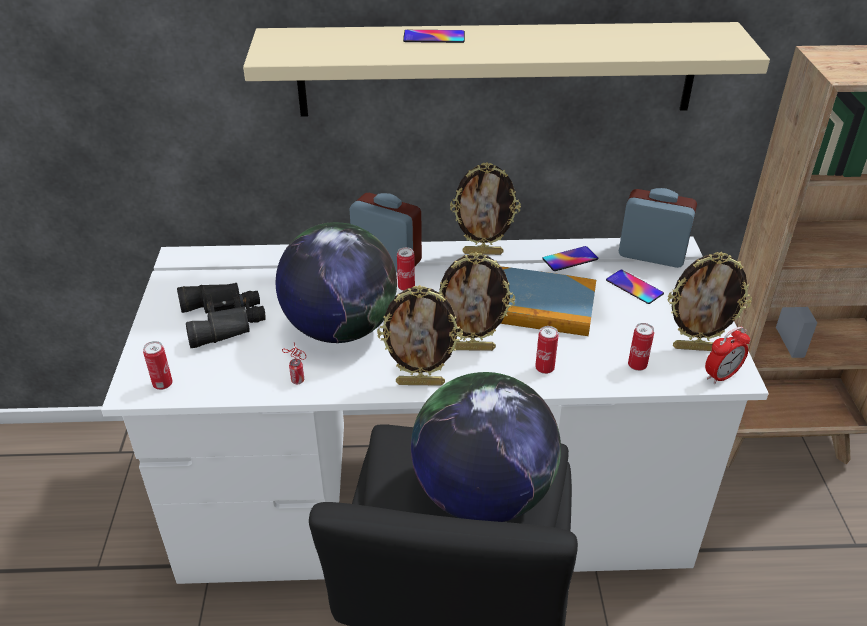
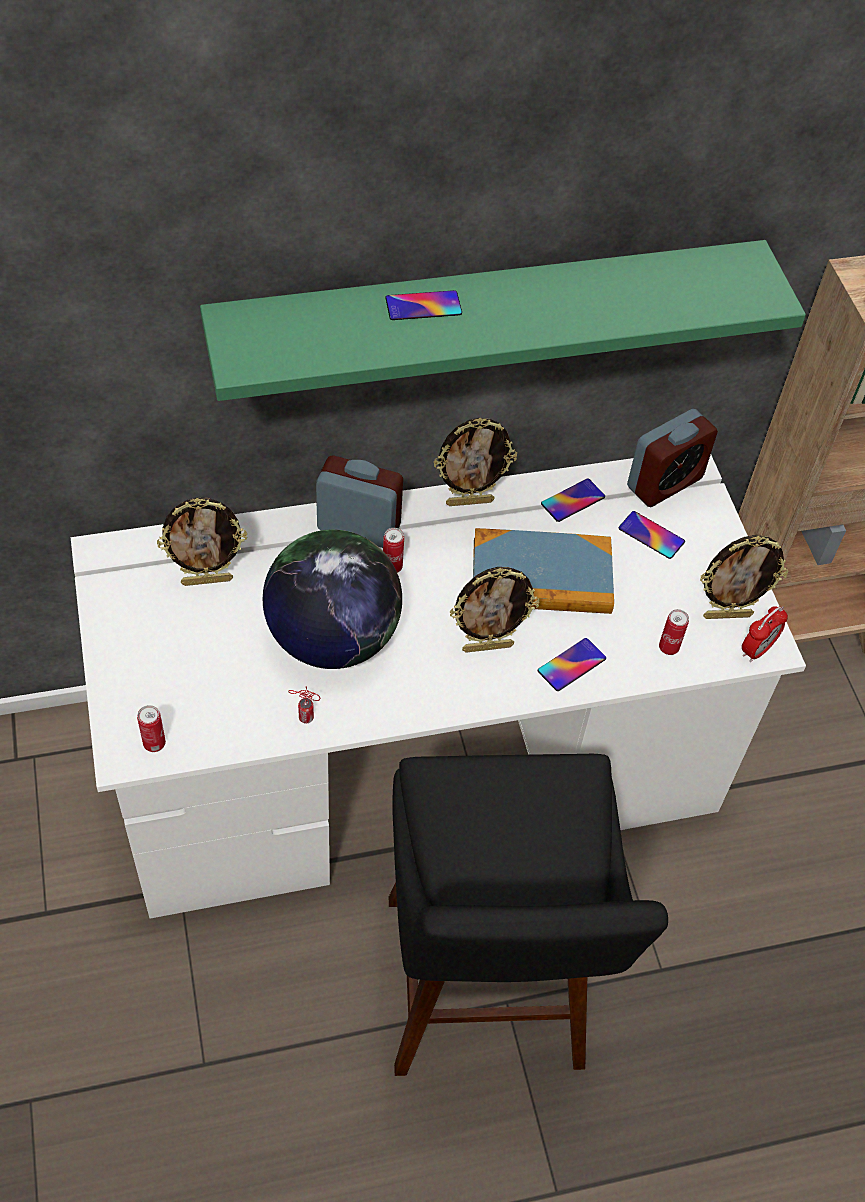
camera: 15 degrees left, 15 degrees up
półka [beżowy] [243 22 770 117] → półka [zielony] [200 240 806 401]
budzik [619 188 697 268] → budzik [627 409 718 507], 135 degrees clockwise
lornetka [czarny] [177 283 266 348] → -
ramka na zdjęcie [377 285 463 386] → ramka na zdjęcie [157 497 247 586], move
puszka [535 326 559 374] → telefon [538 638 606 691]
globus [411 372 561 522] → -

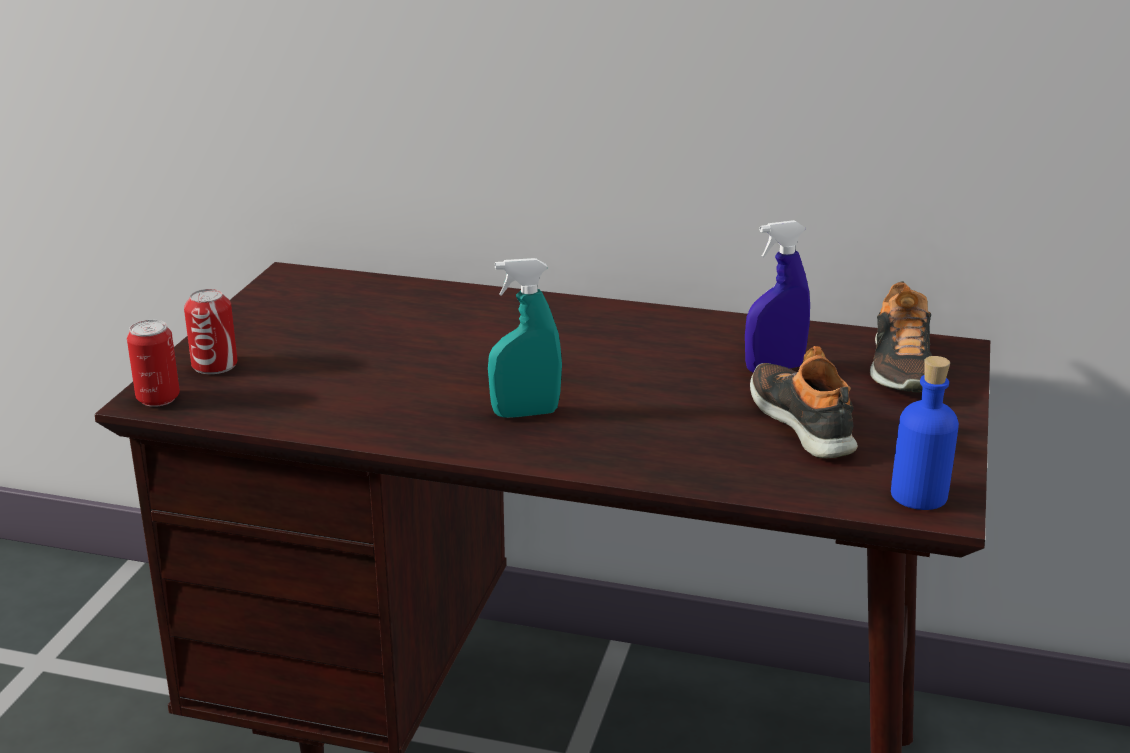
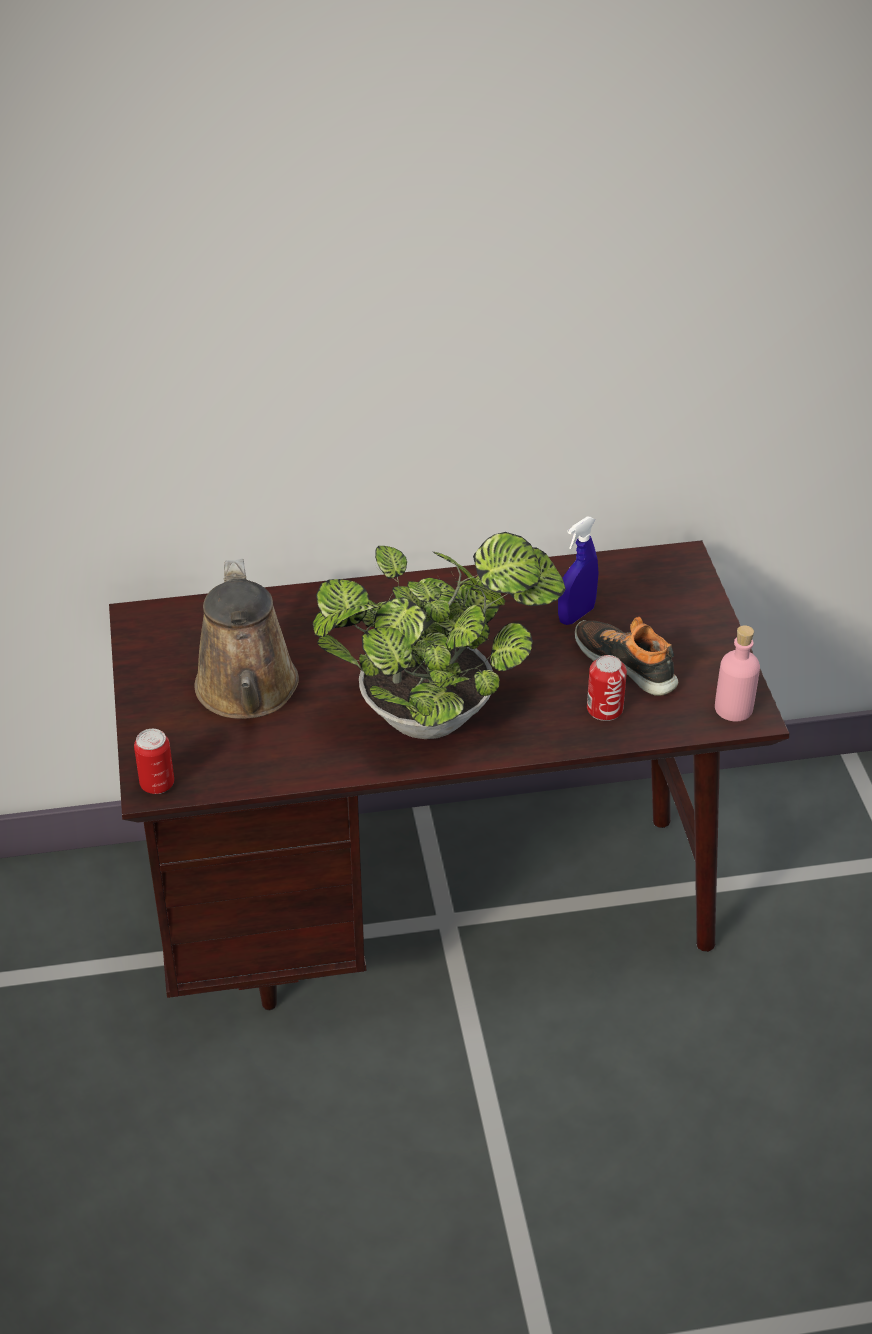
camera: 25 degrees left, 15 degrees up
spryskiwacz [turkusowy] [488 258 562 418] → roślina doniczkowa [312 532 566 739]
but [870 281 932 393] → -
puszka [184 289 237 374] → puszka [587 655 627 721], move
butelka [niebieski] [891 356 959 510] → butelka [różowy] [715 625 760 721]
- → konewka [brązowy] [195 559 299 719]

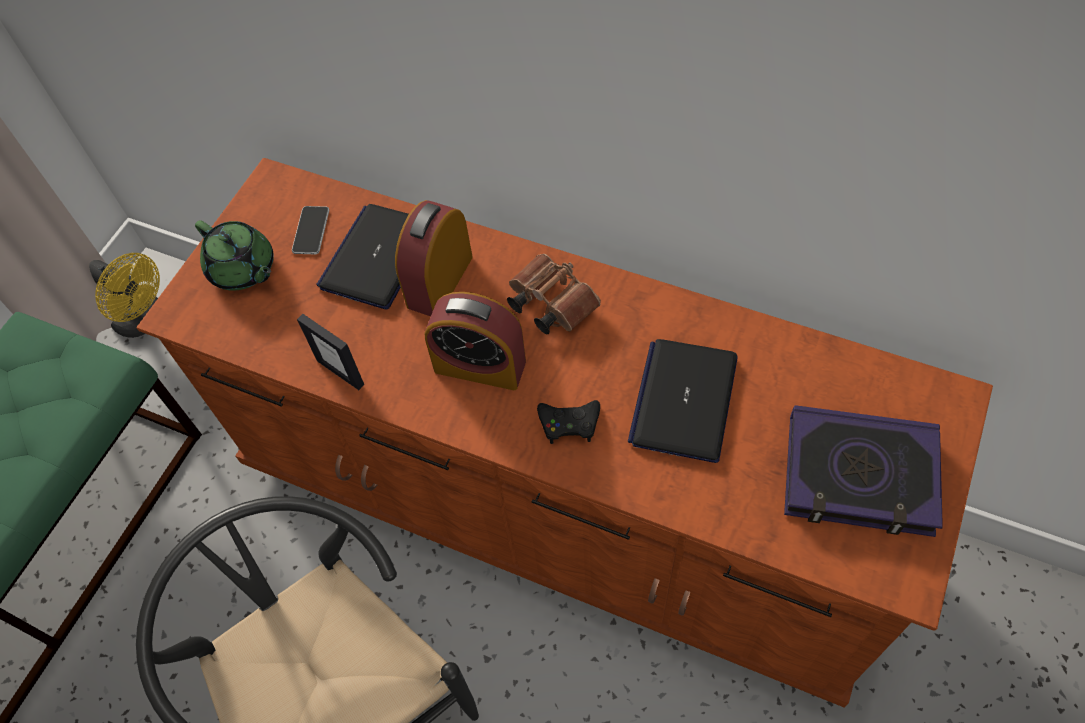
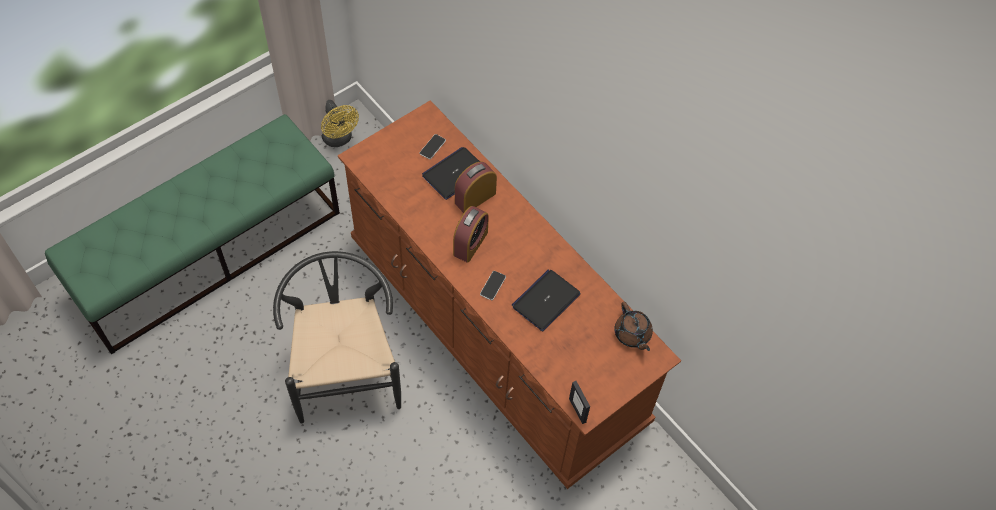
camera: 20 degrees right, 0 degrees up
imbryk [zielony] [195 220 274 291] → -
lornetka [brązowy] [507 254 601 334] → -
budzik [425 292 526 390] → budzik [453 206 489 263], 105 degrees counterclockwise
ramka na zdjęcie [297 314 364 390] → ramka na zdjęcie [569 381 590 424], move
pad do gier [czarny] [537 400 600 444] → telefon [480 271 506 300]
książka [784 405 943 537] → -
- → imbryk [brązowy] [614 302 653 351]

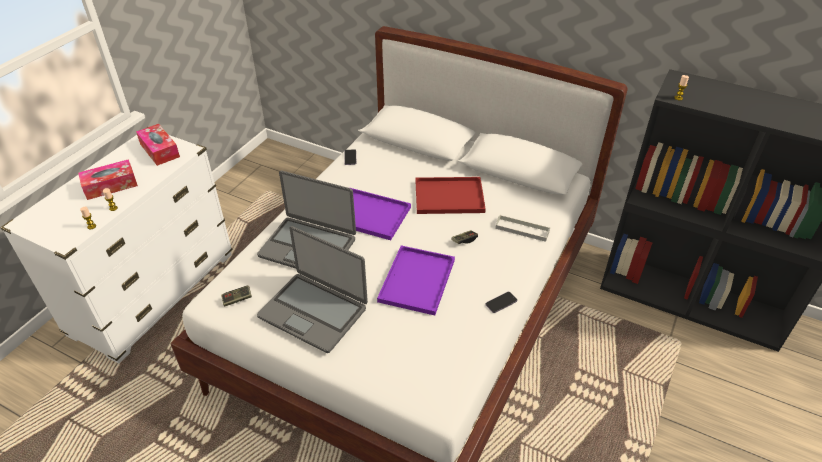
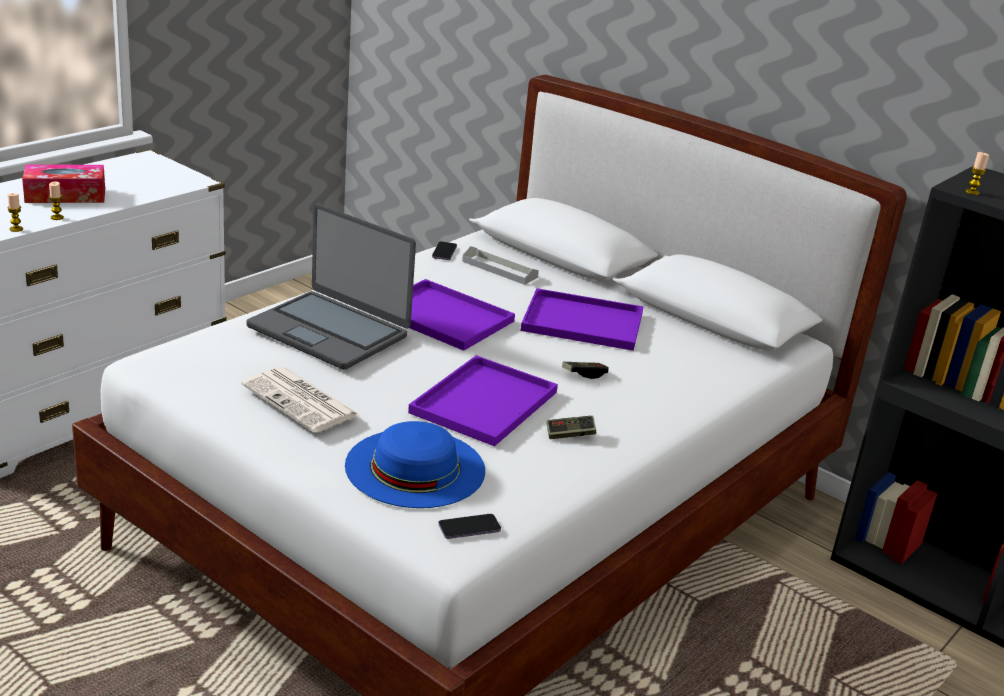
camera: 10 degrees right, 15 degrees down
pudełko chusteczek [136 124 180 166] → -
taca [czerwony] [416 177 486 214] → taca [fioletowy] [521 288 644 351]
taca [szary] [495 215 550 242] → taca [szary] [462 246 539 285], move
laptop [257 226 368 353] → gazeta [241 367 360 433]
pad do gier [221 286 252 306] → pad do gier [547 416 596 439], move
telefon [486 292 517 313] → telefon [438 514 501 539], move
- → kapelusz [niebieski] [345 421 485 508]

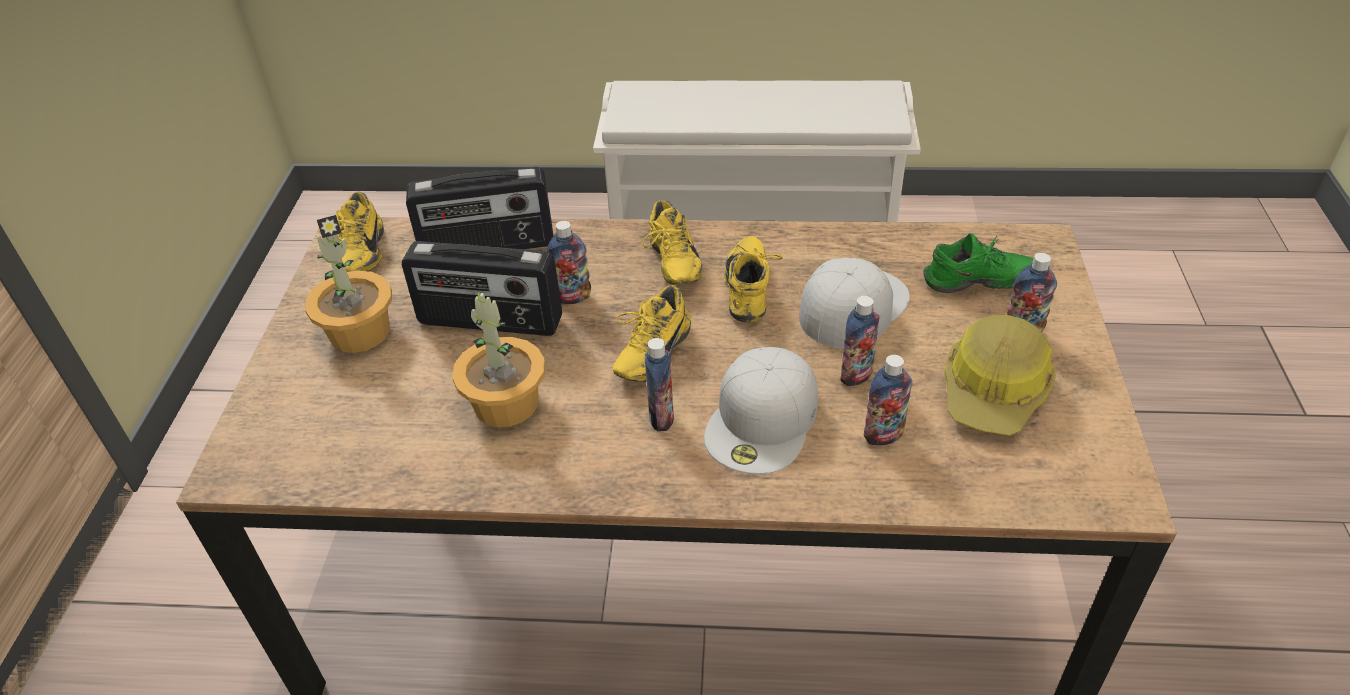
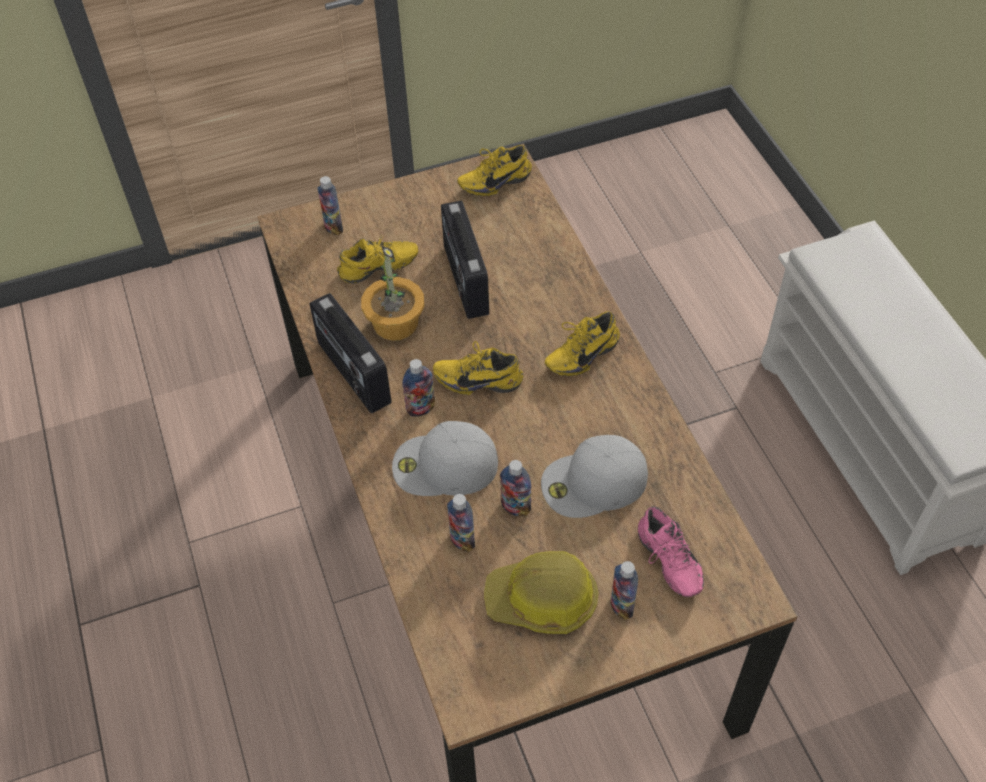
camera: 65 degrees right, 10 degrees up
radio [406 167 553 249] → radio [310 293 392 413], move
roślina doniczkowa [305 215 392 353] → -
butelka [547 221 591 304] → butelka [317 176 343 235], move
but [zielony] [924 233 1033 293] → but [różowy] [638 506 704 597]
but [żółty] [724 236 783 322] → but [żółty] [337 234 418 284], move
czapka z daszkiem [biały] [799 257 910 348] → czapka z daszkiem [biały] [541 435 648 518], 150 degrees clockwise

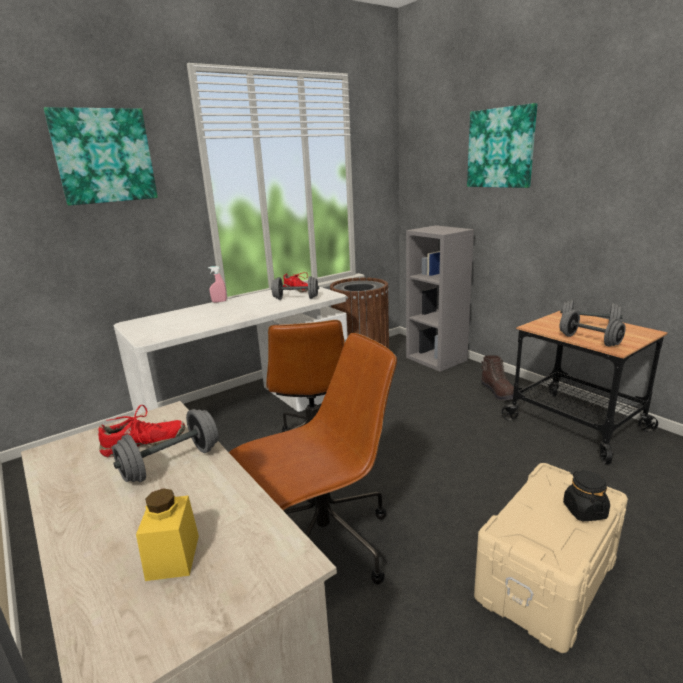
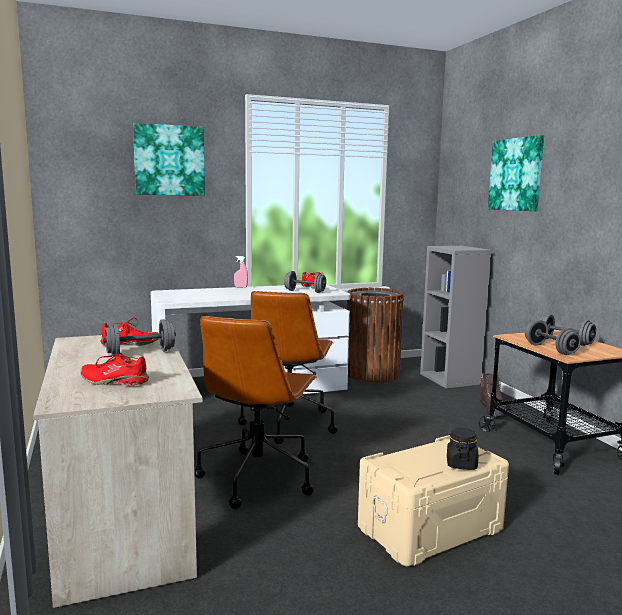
camera: 15 degrees right, 10 degrees down
krzesło biurowe [brązowy] [229 333 397 584] → krzesło biurowe [brązowy] [194 316 317 509], 120 degrees clockwise
słoik [żółty] [136 488 199 581] → but [czerwony] [80 353 149 385]

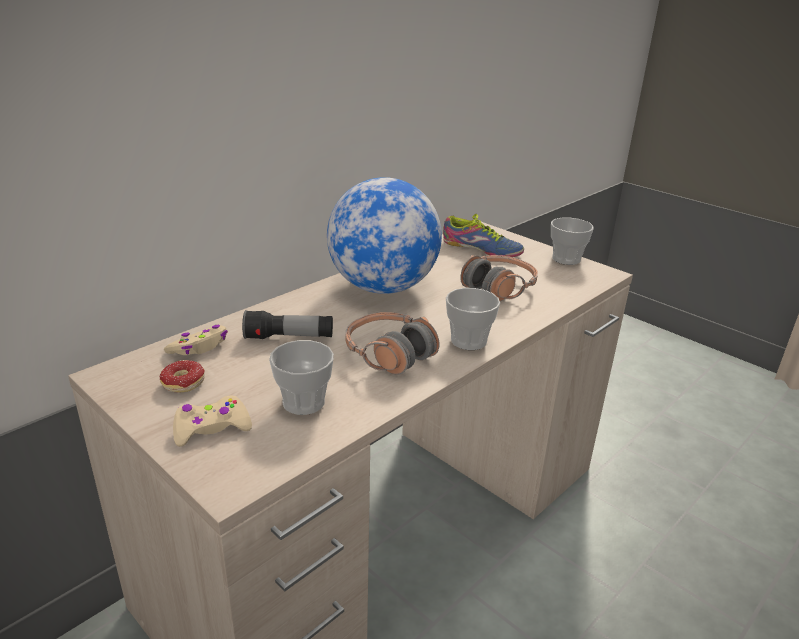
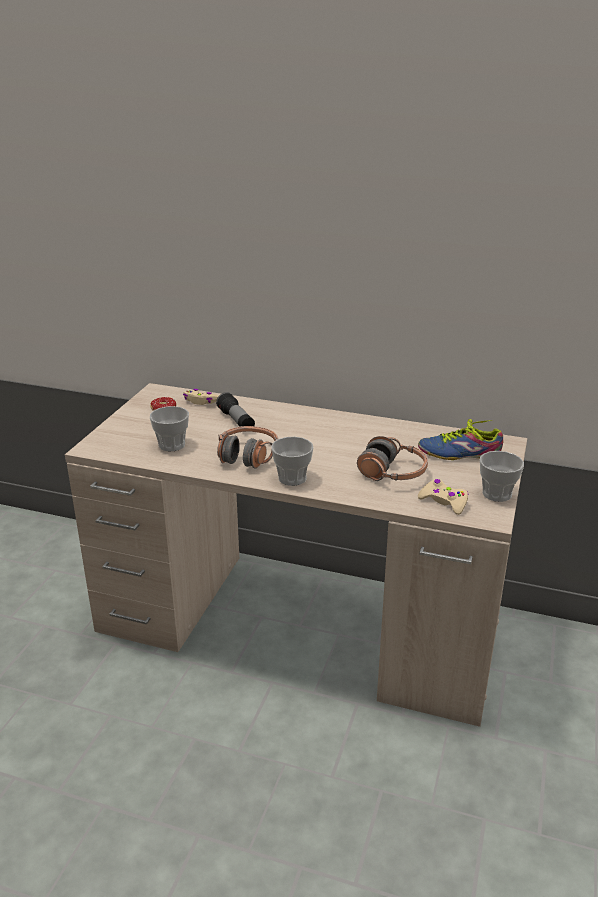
camera: 65 degrees right, 0 degrees up
globus [327 177 442 294] → -
but [443 214 524 257] → but [418 419 503 460], 90 degrees clockwise
pad do gier [beżowy] [173 396 252 447] → pad do gier [beżowy] [418 479 469 515], move

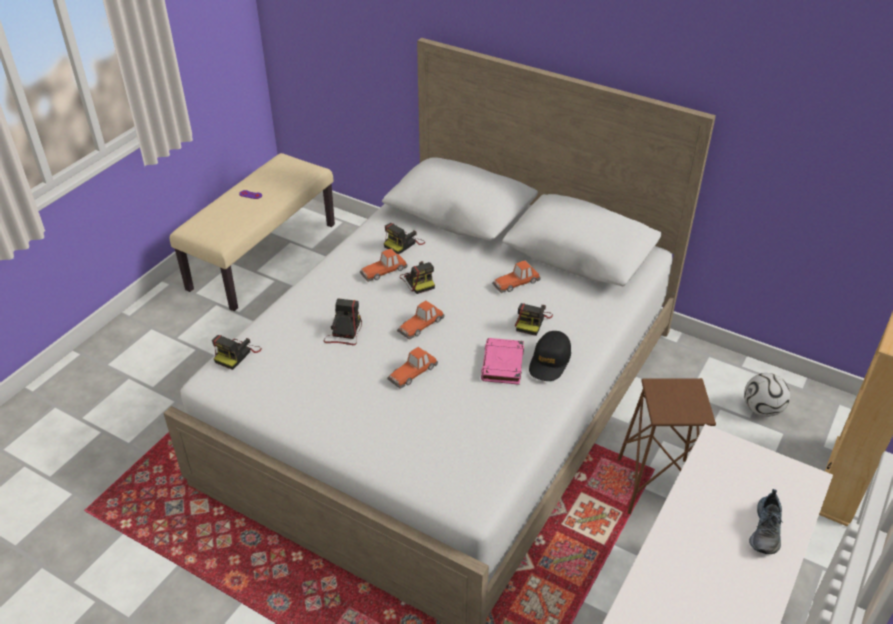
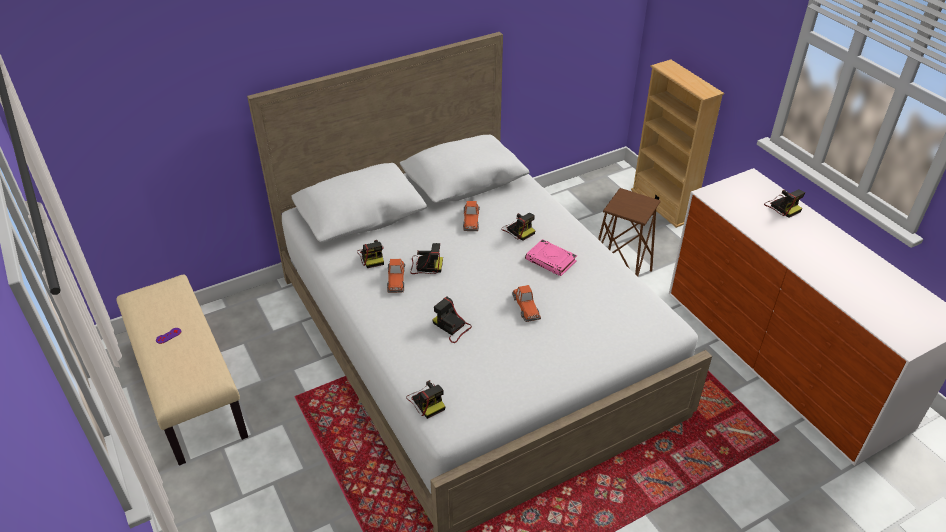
camera: 60 degrees left, 0 degrees up
samochodzik [397 301 445 340] → -
czapka z daszkiem [czarny] [529 331 571 381] → -
piłka futbolowa [744 373 790 417] → -
but [749 489 783 554] → aparat fotograficzny [764 189 805 218]

